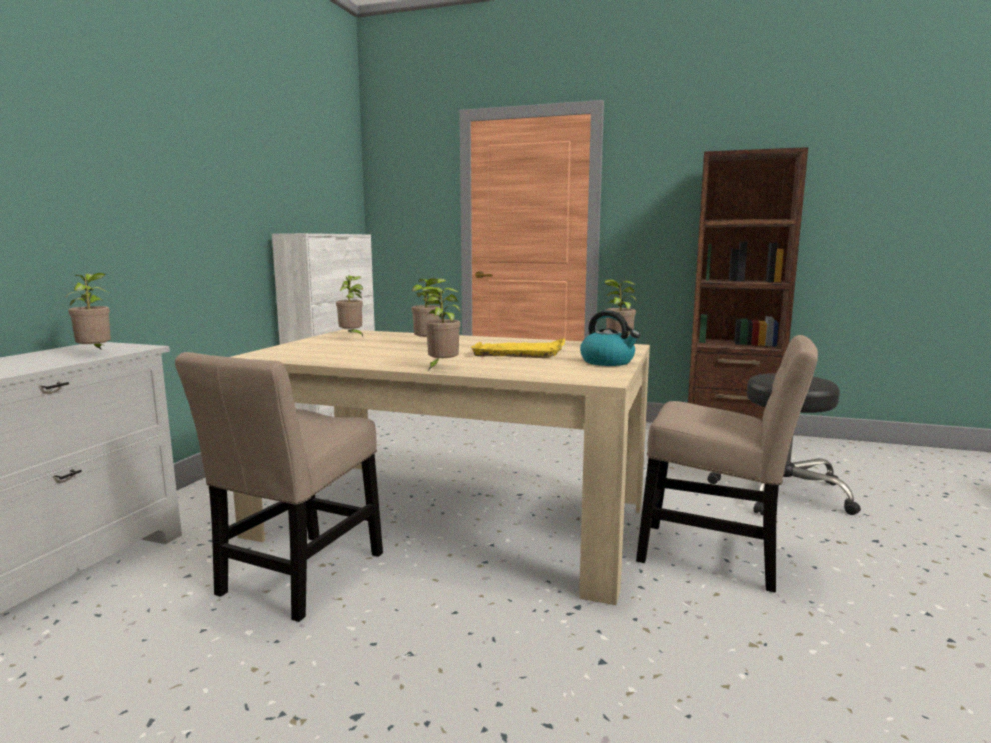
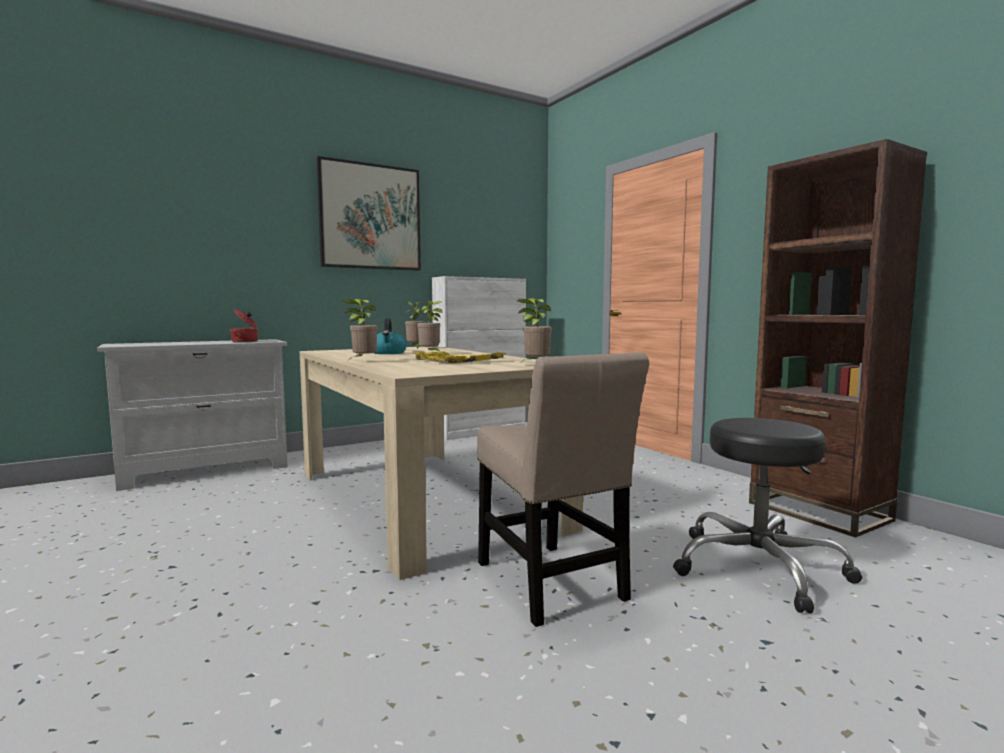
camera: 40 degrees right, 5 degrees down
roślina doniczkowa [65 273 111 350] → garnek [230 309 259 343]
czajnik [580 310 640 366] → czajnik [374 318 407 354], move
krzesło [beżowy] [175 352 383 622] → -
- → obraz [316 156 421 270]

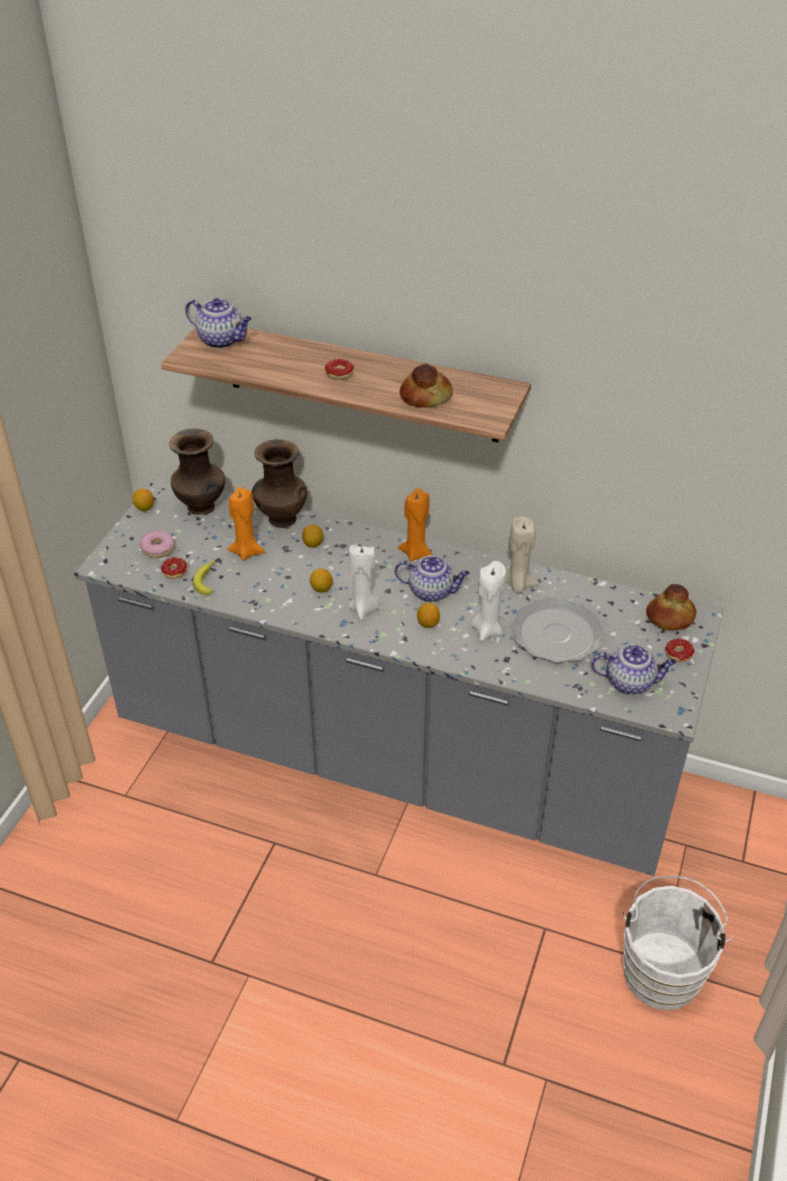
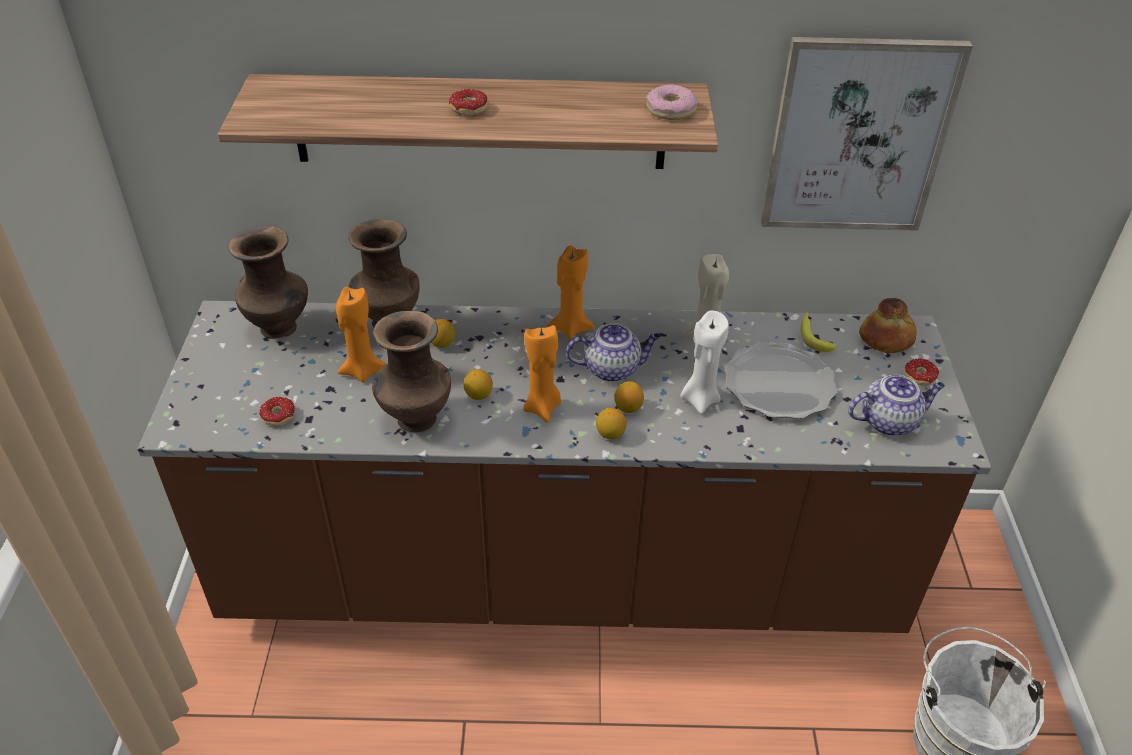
camera: 20 degrees left, 0 degrees up
imbryk [185 298 252 348] → -
chleb [400 364 453 408] → -
zabudowa kuchenna [szary] [74 475 724 876] → zabudowa kuchenna [brązowy] [137 301 991 633]
cytryna [132 489 154 511] → cytryna [596 408 627 440], move
donut [140 531 174 558] → donut [646 84 697 120], move
świeca [biały] [348 545 380 621] → świeca [pomarańczowy] [523 325 561 423]
banan [193 560 215 595] → banan [801 312 837 352], move
- → obraz [761 37 973 231]
- → wazon [brązowy] [372 311 451 432]

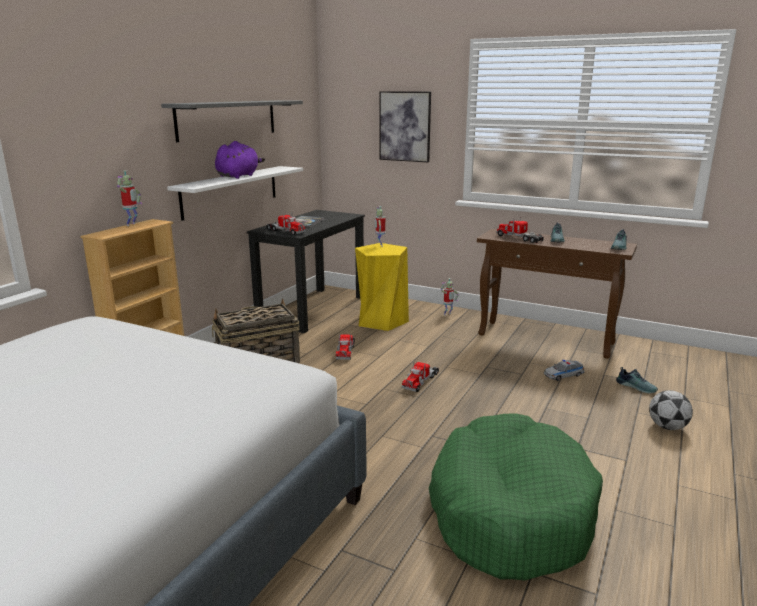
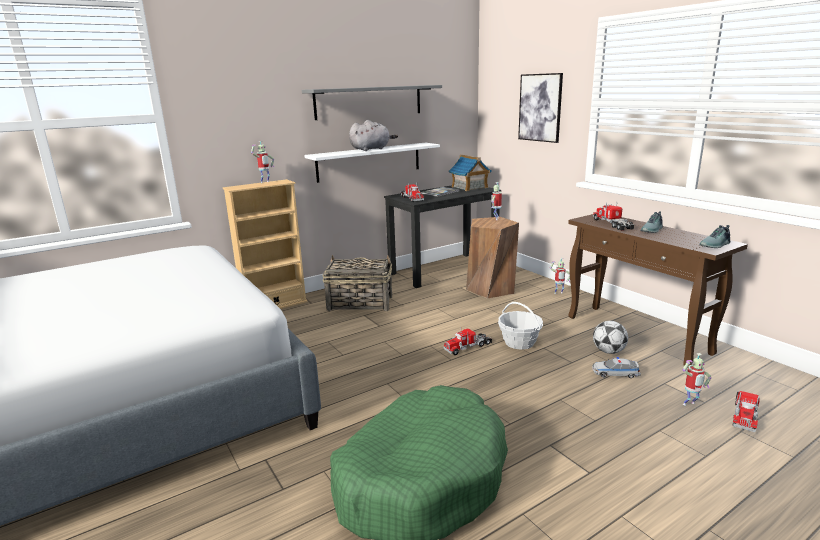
camera: 30 degrees right, 0 degrees up
pluszak [fioletowy] [215 141 265 179] → pluszak [szary] [349 120 398 151]
stołek [żółty] [355 243 409 331] → stołek [brązowy] [466 217 519 298]
ciężarówka zabawkowa [336 334 355 360] → ciężarówka zabawkowa [733 391 760 432], move
but [616 367 658 393] → robot zabawkowy [683 353 711 406]
piłka futbolowa [649 390 693 430] → piłka futbolowa [593 321 628 354], move
- → domek [449 155 492 191]
- → koszyk [498 302 543 350]

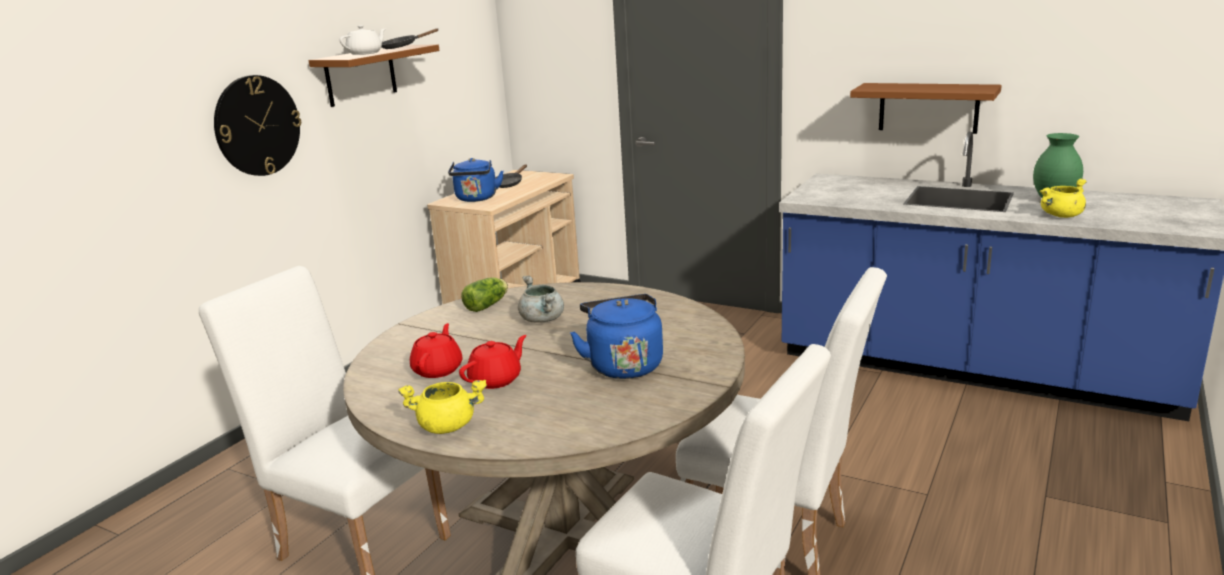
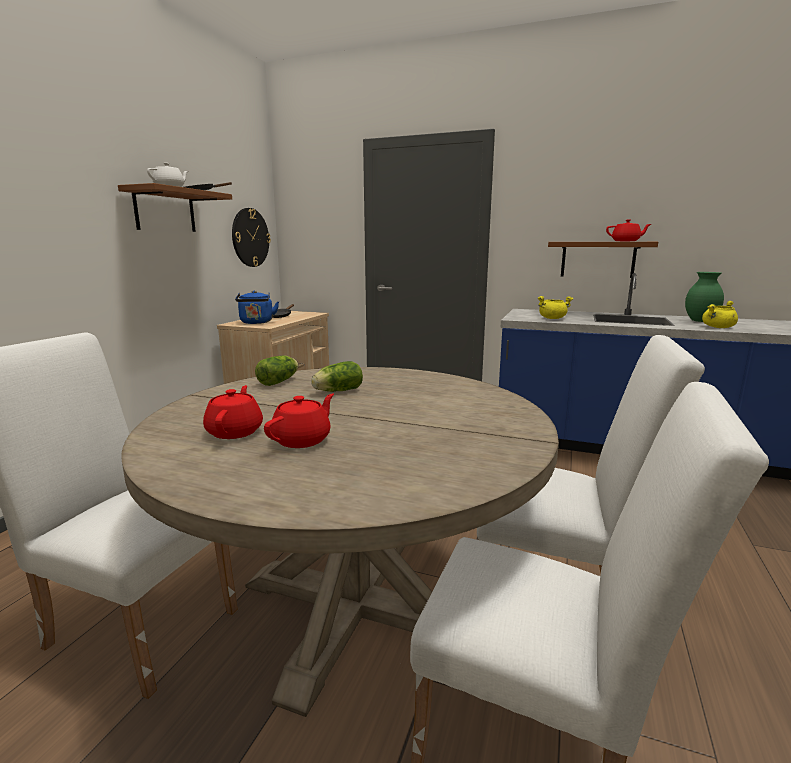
camera: 10 degrees left, 5 degrees down
zegar ścienny [214 75 301 176] → zegar ścienny [232 208 271 267], move
garnek [szary] [518 275 564 323] → sałata [311 361 363 392]
czajnik [niebieski] [570 294 663 379] → -
garnek [żółty] [398 380 487 434] → garnek [żółty] [538 296 573 319], move
- → imbryk [czerwony] [606 219 651 241]

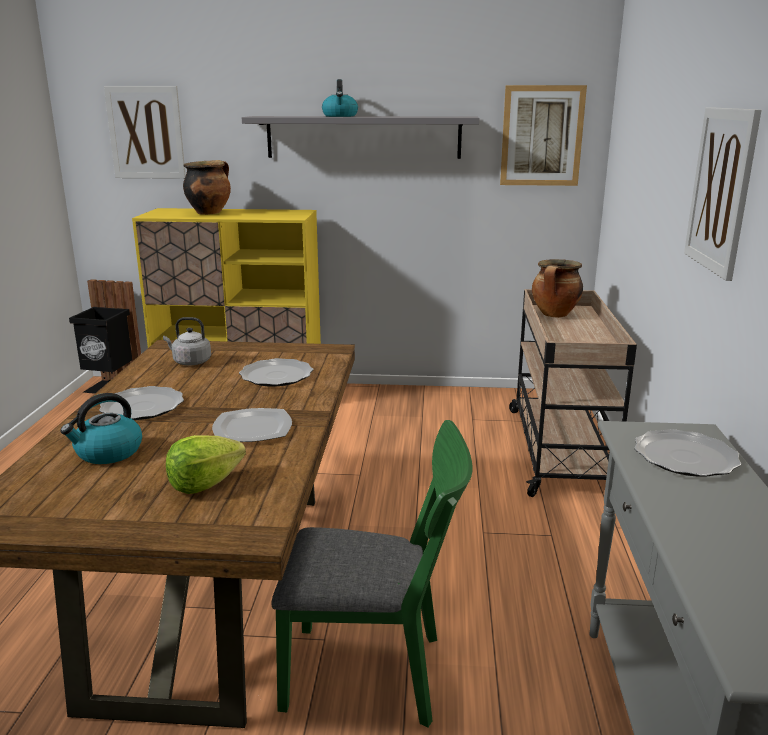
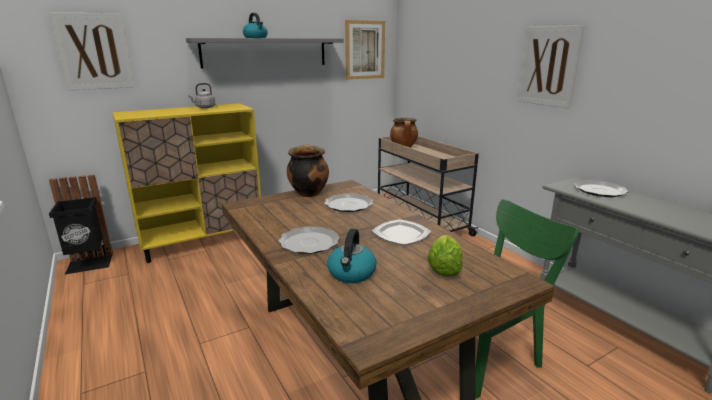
camera: 35 degrees left, 0 degrees up
garnek [183 160 231 215] → garnek [287 145 329 197], move
czajnik [szary] [163 317 211 365] → czajnik [szary] [188 83 216 108], move

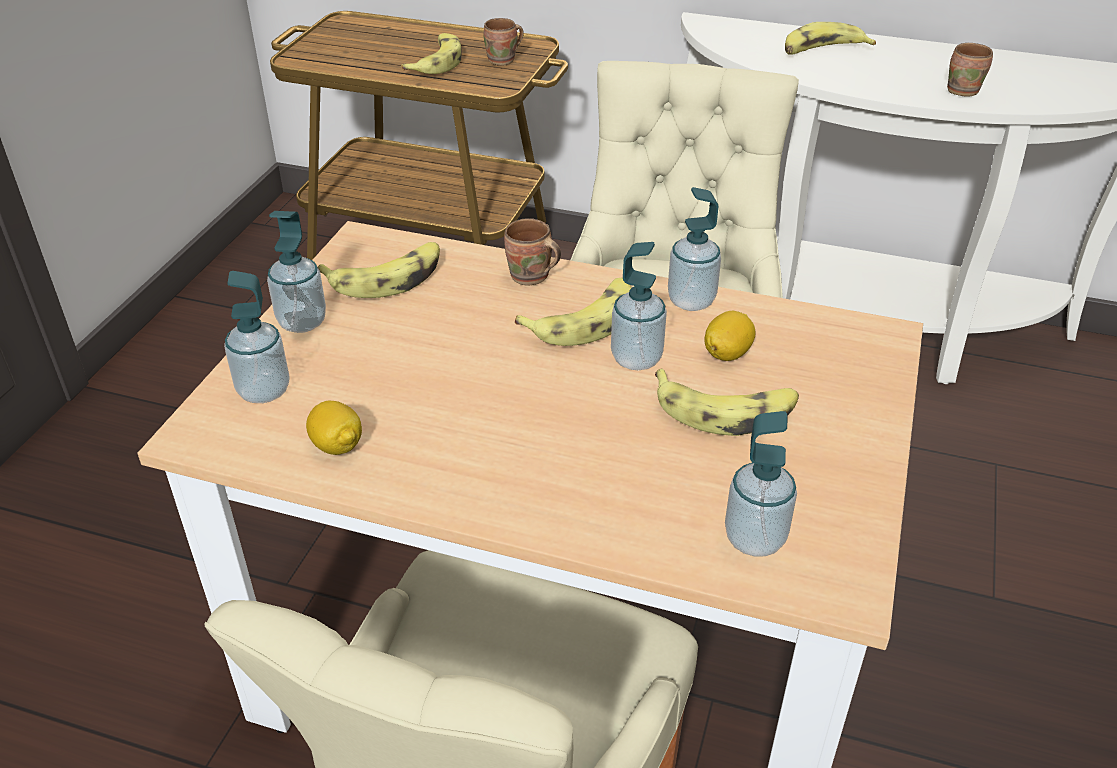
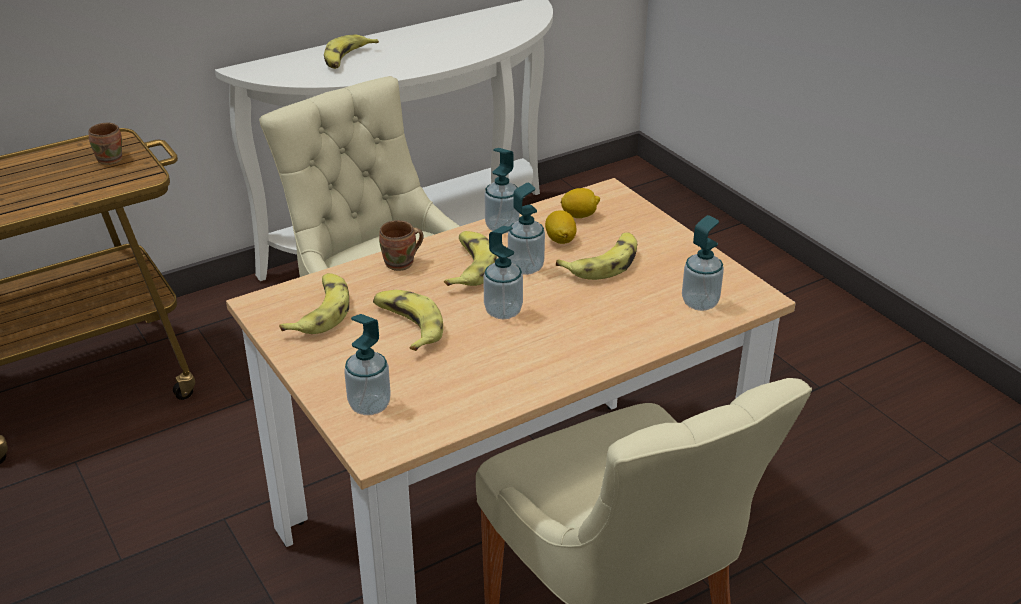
camera: 50 degrees left, 5 degrees down
banan [401 33 461 74] → banan [373 290 443 351], move
kubek [brązowy] [947 43 993 97] → -
dozownik mydła [267 211 326 333] → dozownik mydła [483 226 523 320], move
cytryna [306 401 362 455] → cytryna [561 188 600 218], move

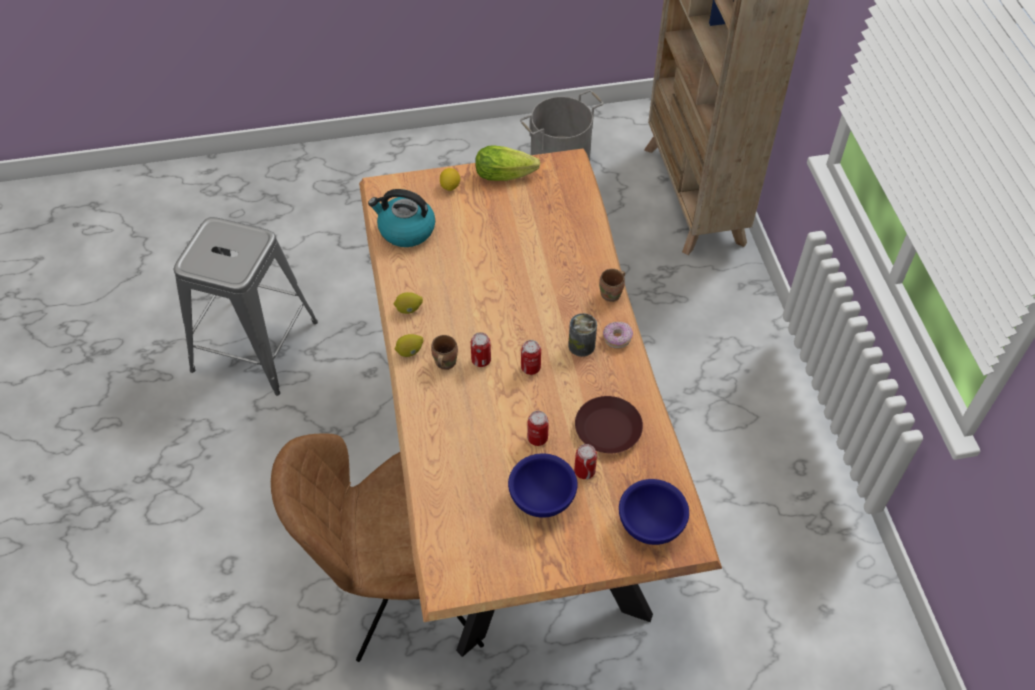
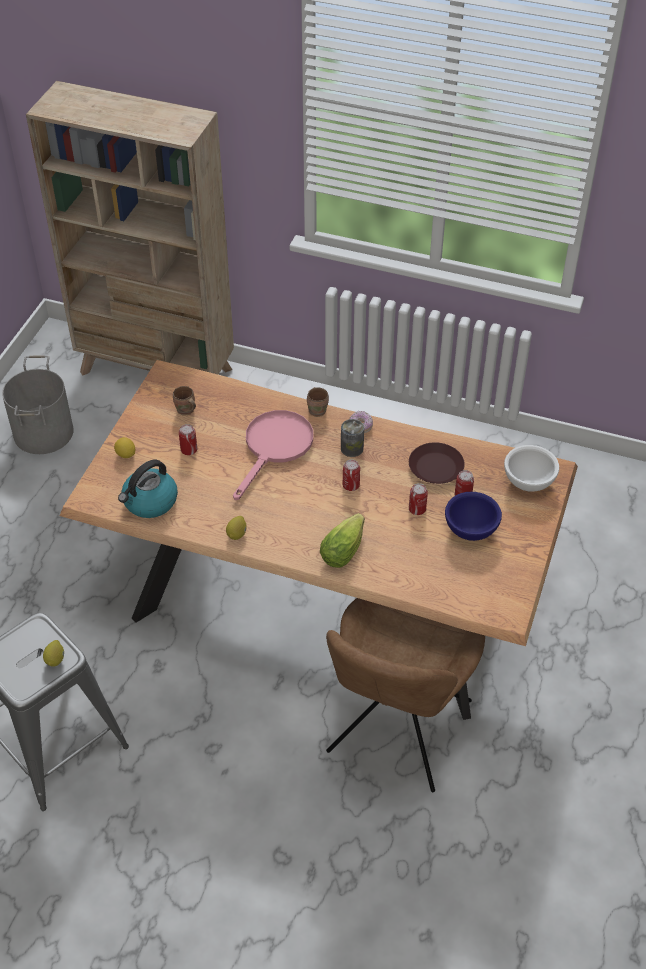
camera: 60 degrees left, 5 degrees down
sałata [475 146 540 181] → sałata [320 513 365 568], move
puszka [471 332 491 367] → puszka [179 424 197 455], move
cytryna [395 334 424 357] → cytryna [43 640 64 667], move
kubek [brązowy] [431 335 458 370] → kubek [brązowy] [173 386 196 416], move
miska [niebieski] [619 479 689 545] → miska [biały] [504 445 559 492]
- → patelnia [różowy] [233 410 313 500]

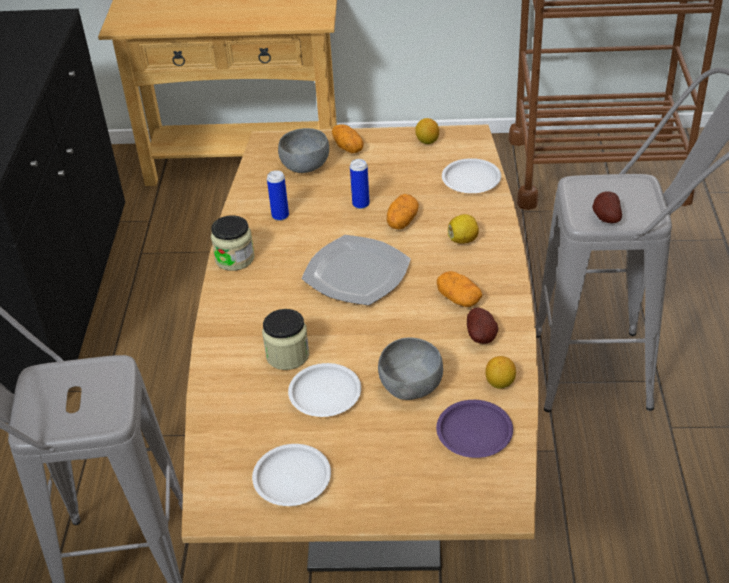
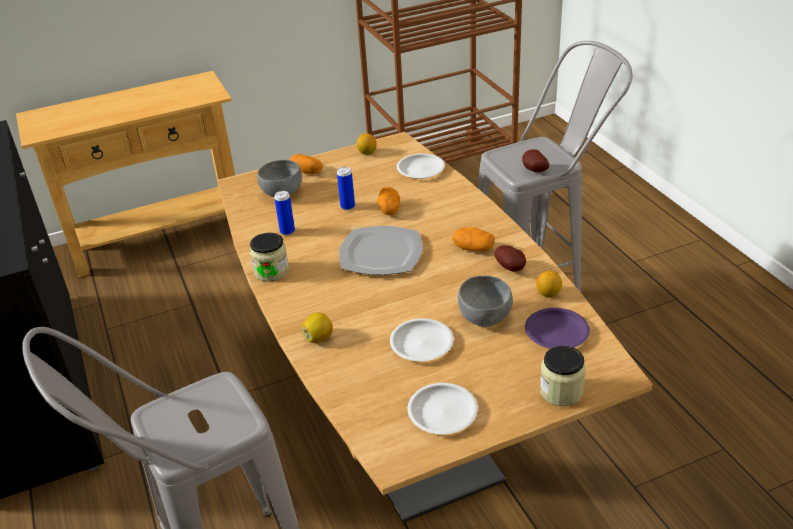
camera: 25 degrees left, 5 degrees down
cytryna [448 214 479 244] → cytryna [302 313 333 343], move
słoik [262 309 309 370] → słoik [540 346 586 406], move

